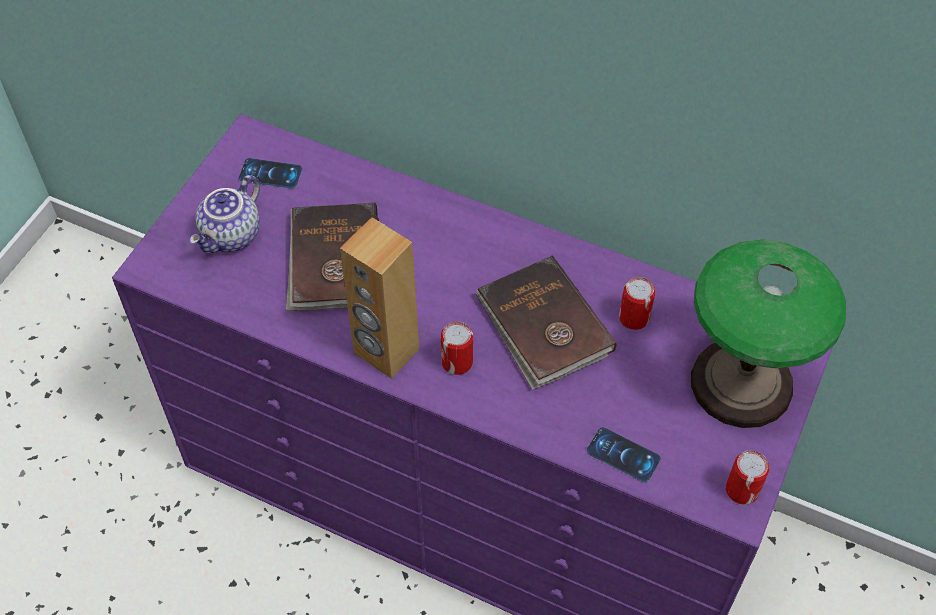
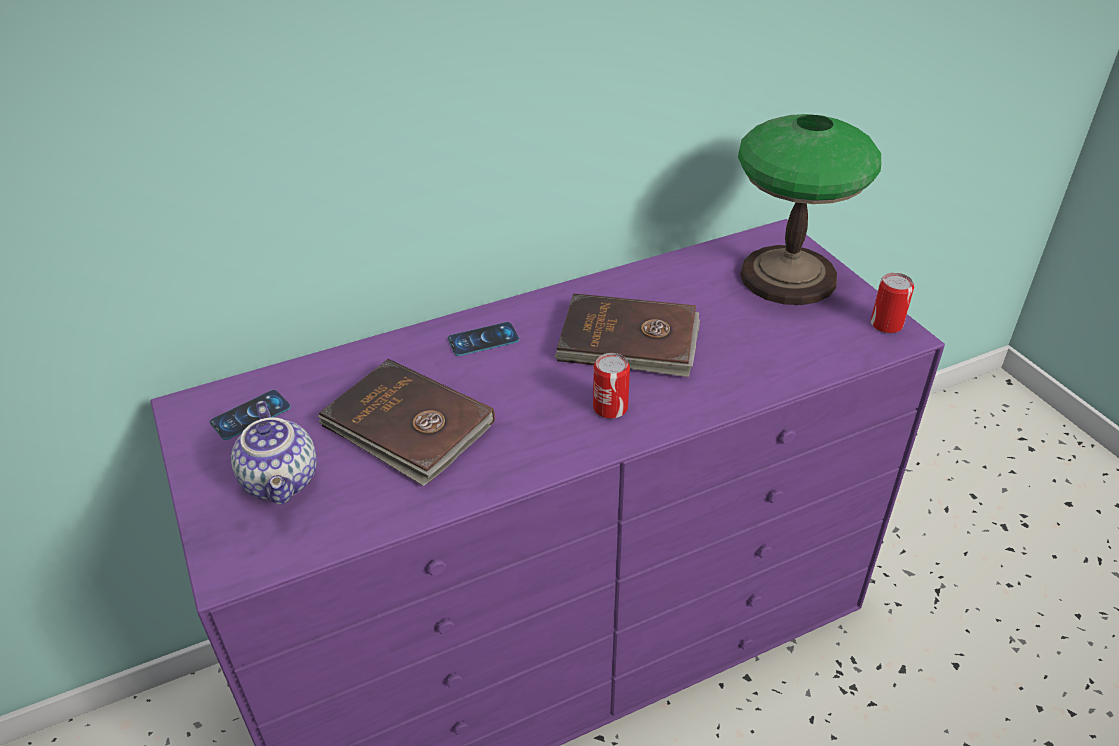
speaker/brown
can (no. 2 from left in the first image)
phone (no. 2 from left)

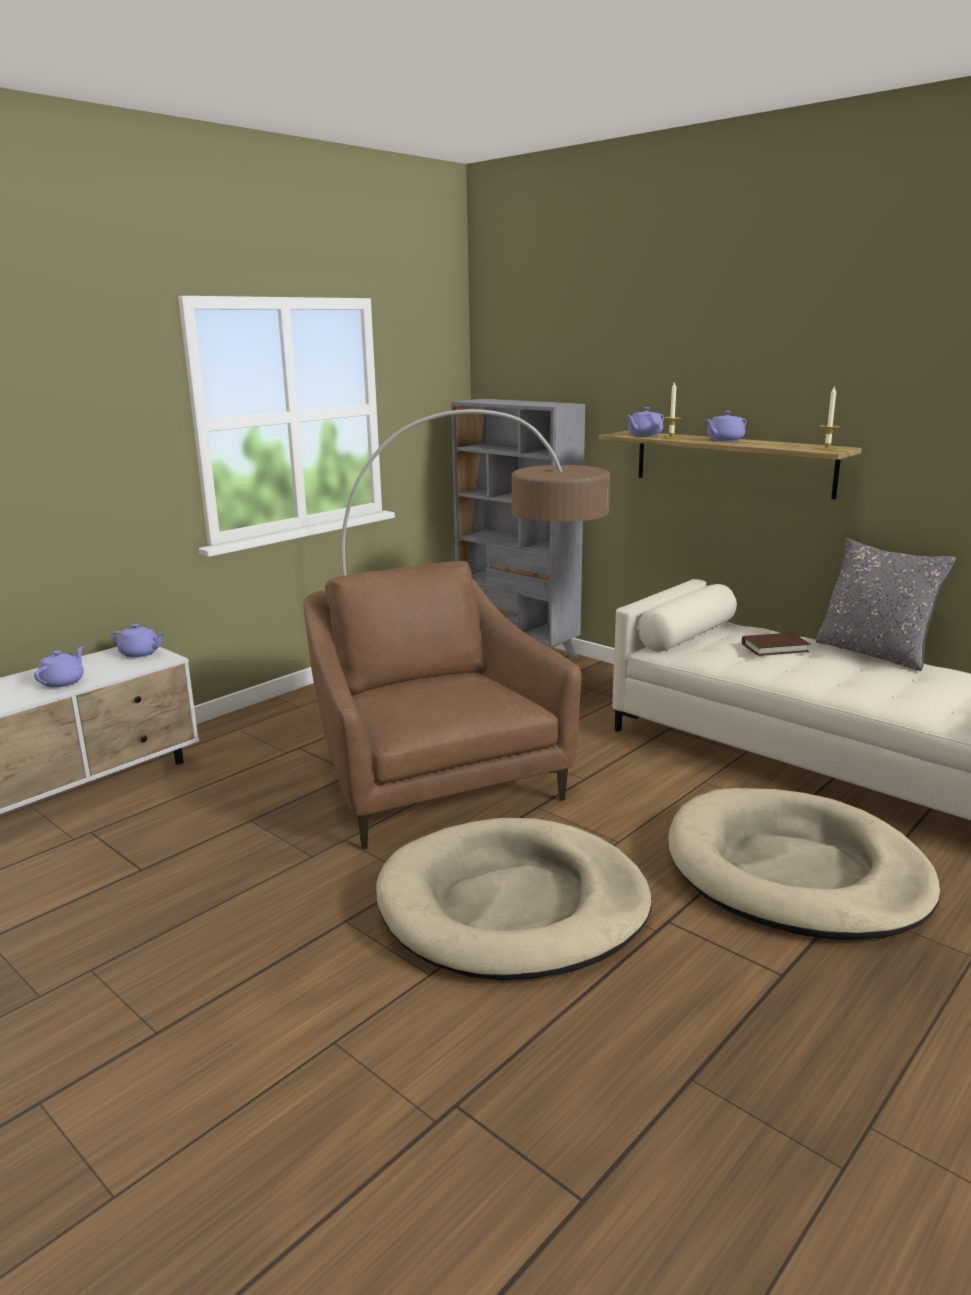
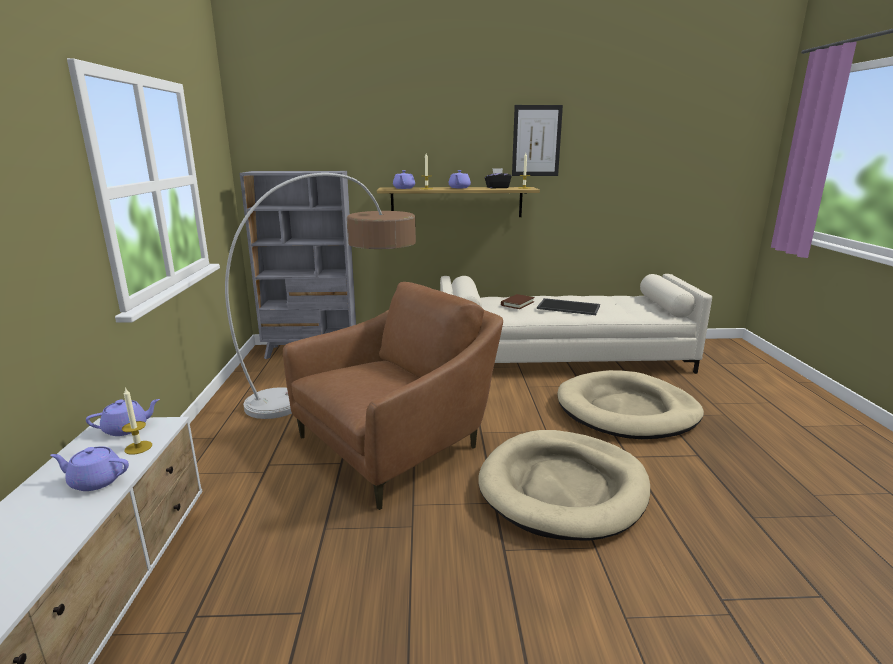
pillow/grey
candle (no. 1 from left)
tissue box/black
picture
tray
teapot/purple (no. 1 from left)
armchair/brown

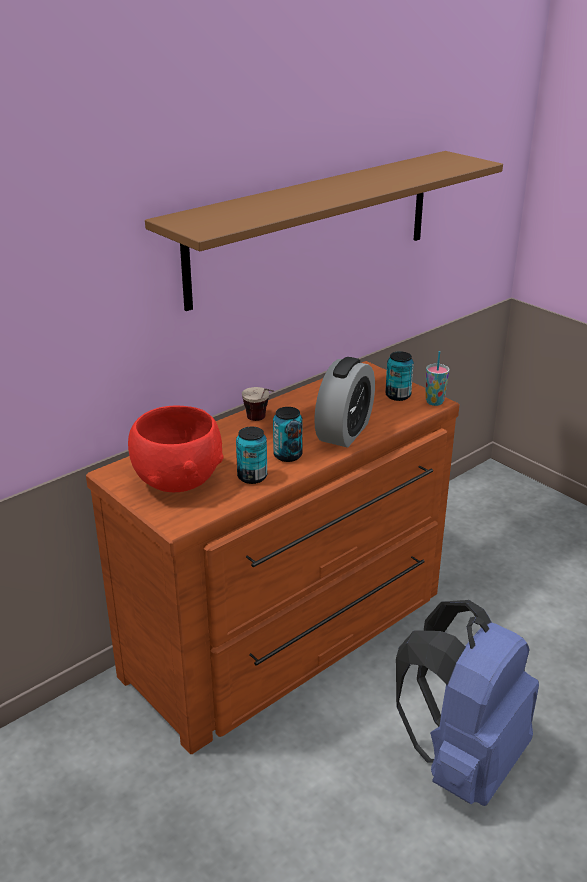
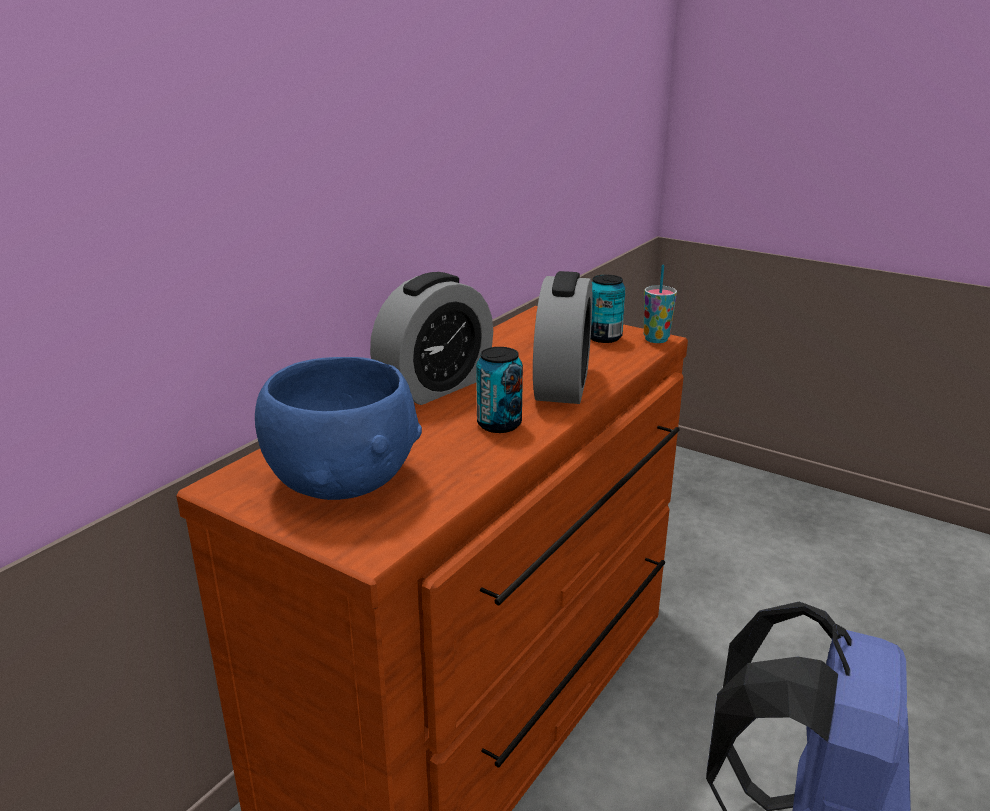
shelf/brown
can (no. 1 from left in the first image)
alarm clock (no. 1 from left)
bowl/blue

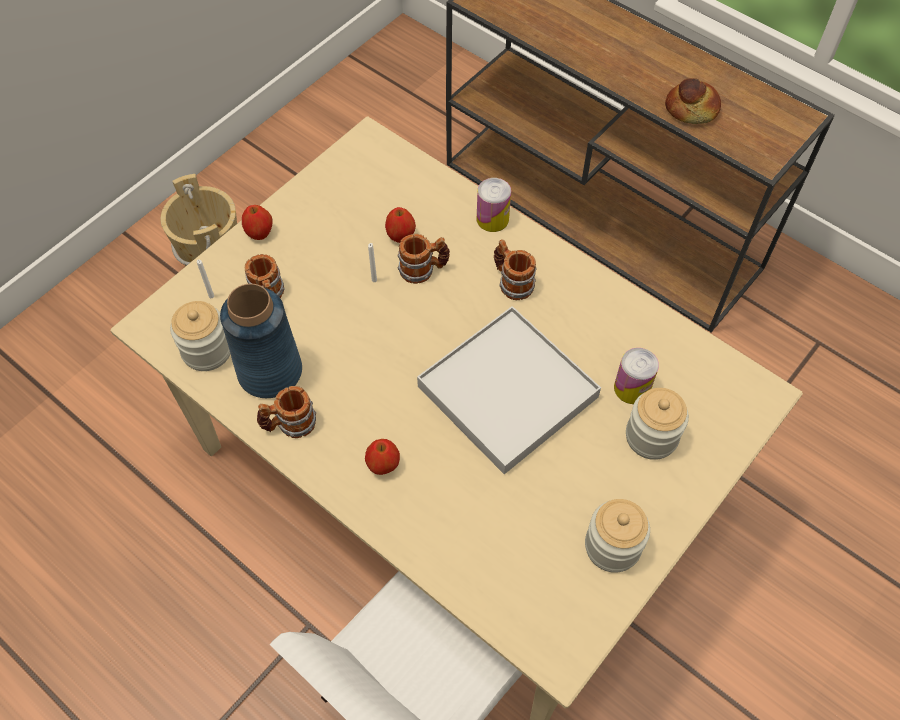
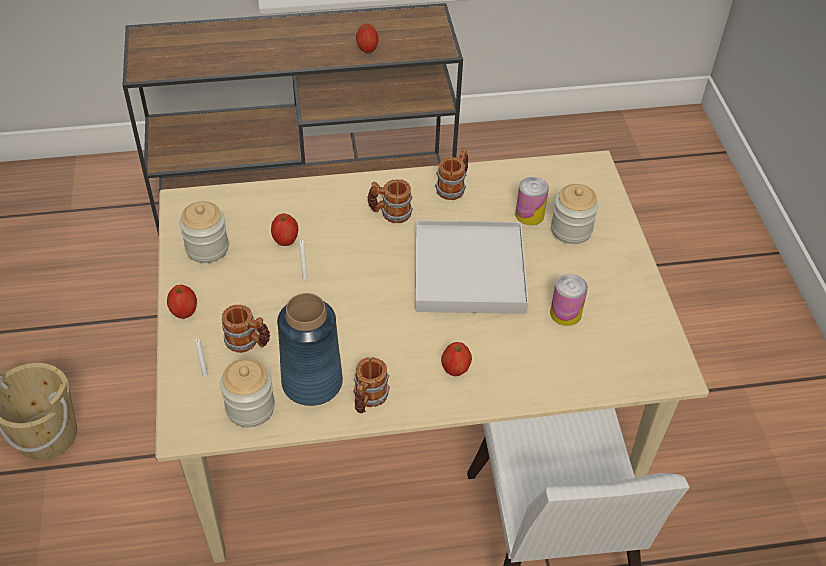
mug (no. 4 from left)
can (no. 2 from left)
jar (no. 1 from left)
apple (no. 3 from left)

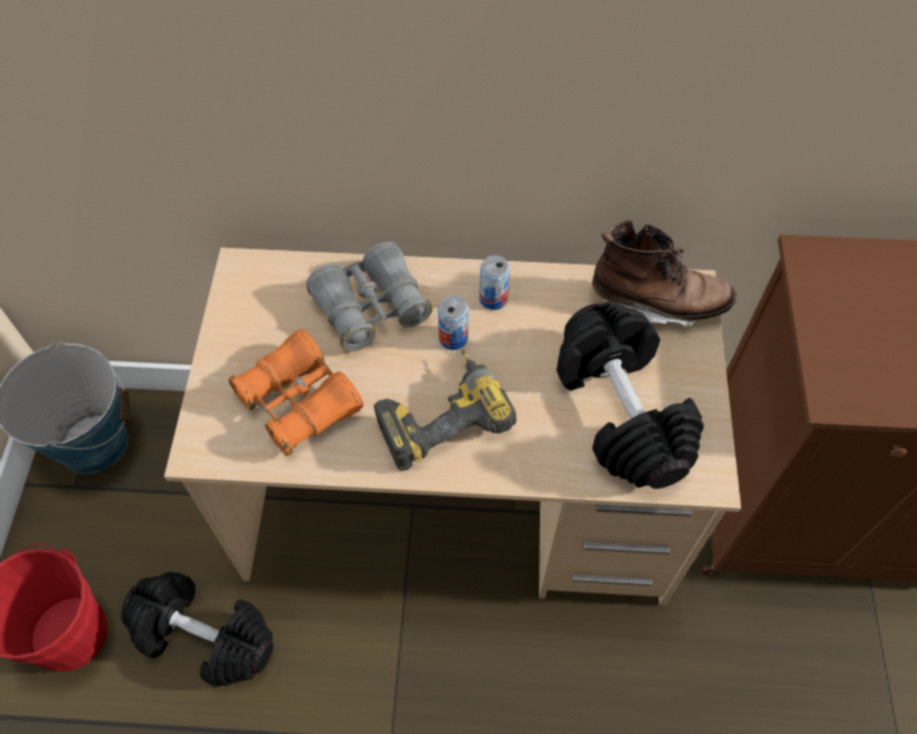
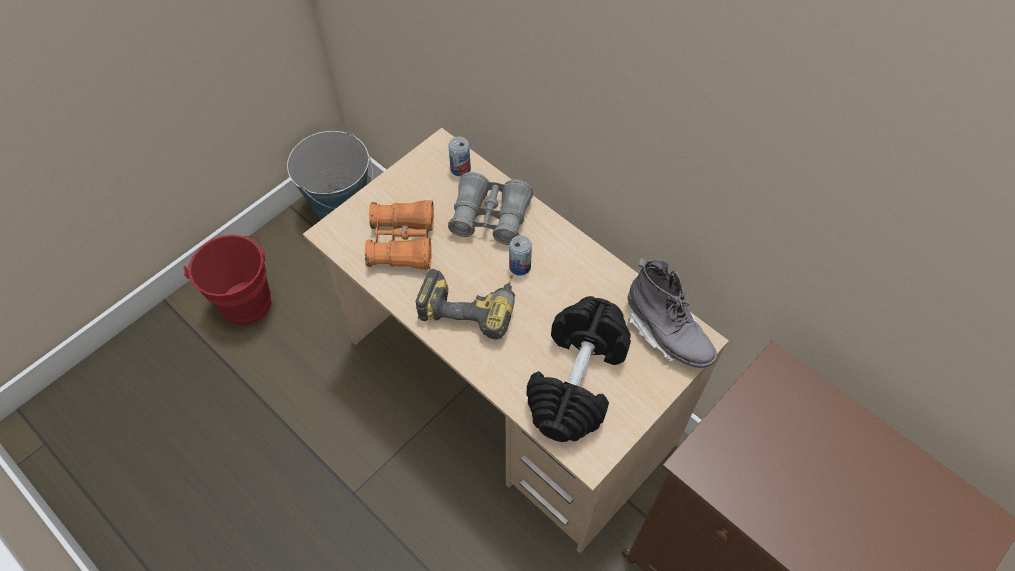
dumbbell/black (no. 1 from left in the first image)
can (no. 1 from left)
boot/grey

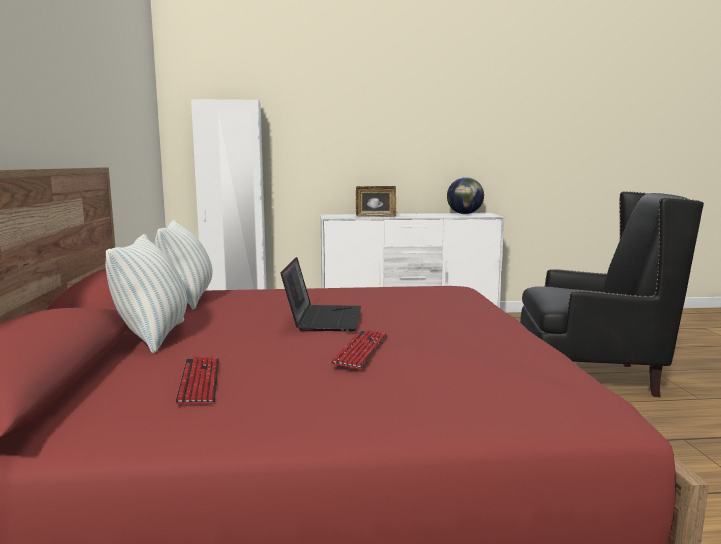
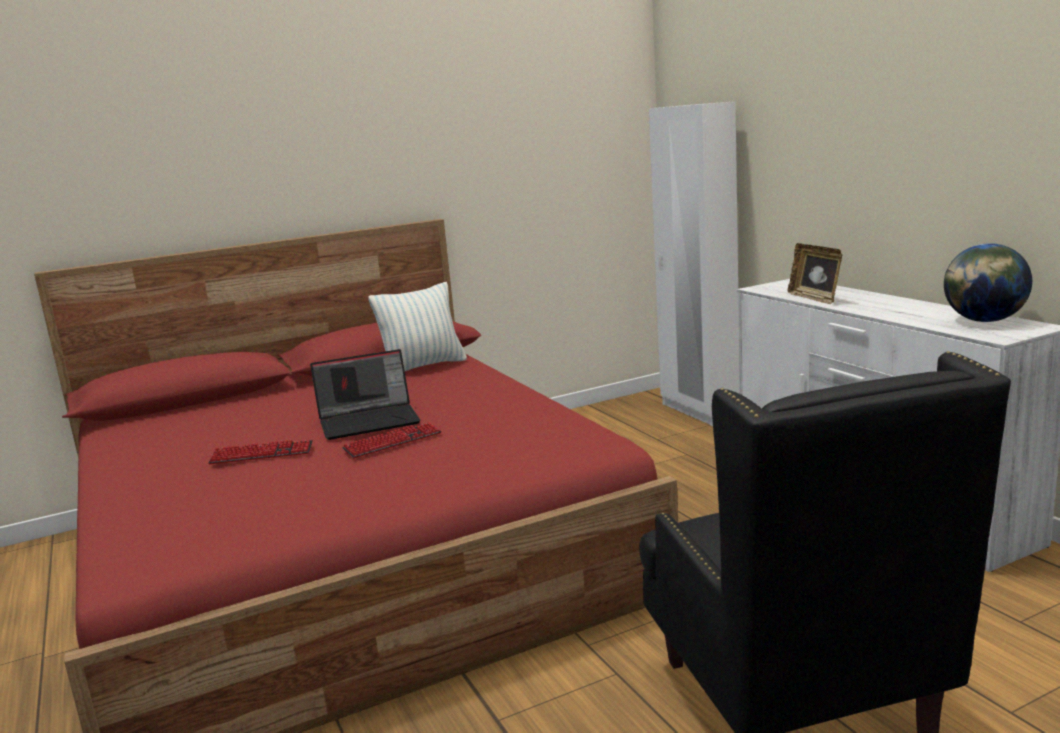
pillow (no. 1 from left in the first image)
keyboard (no. 2 from left)

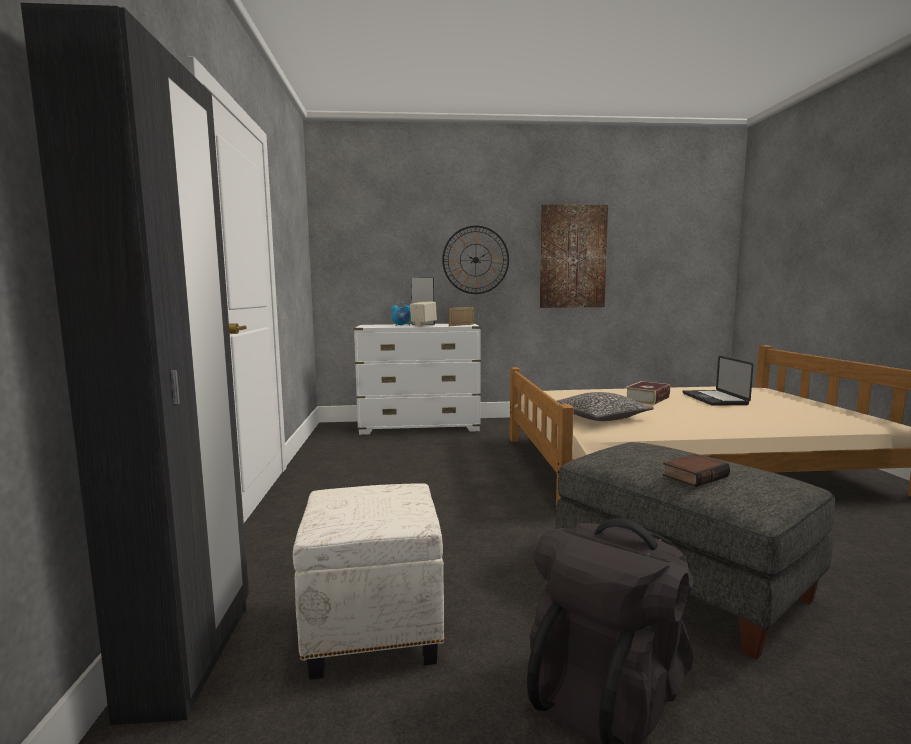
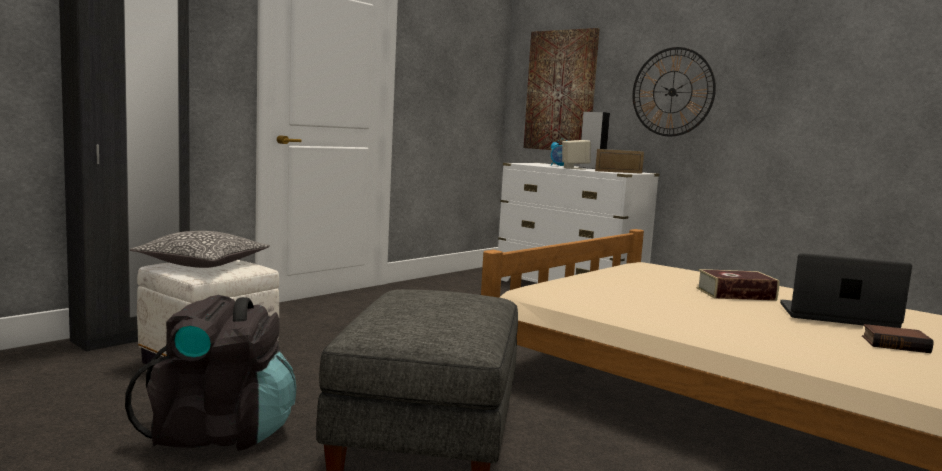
picture
pillow
book (no. 2 from left)
laptop

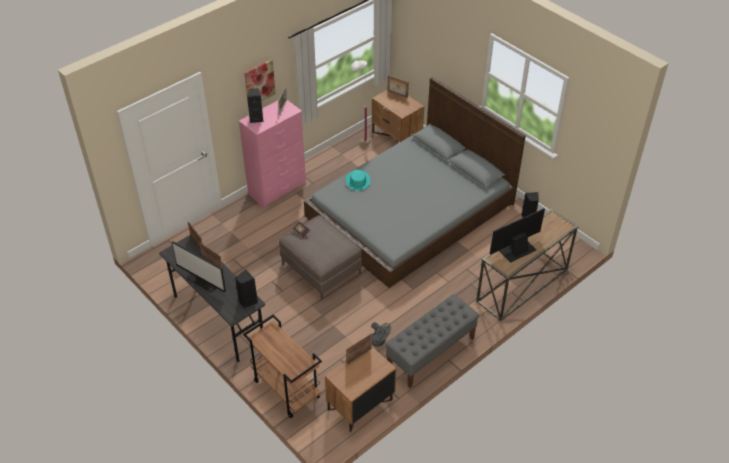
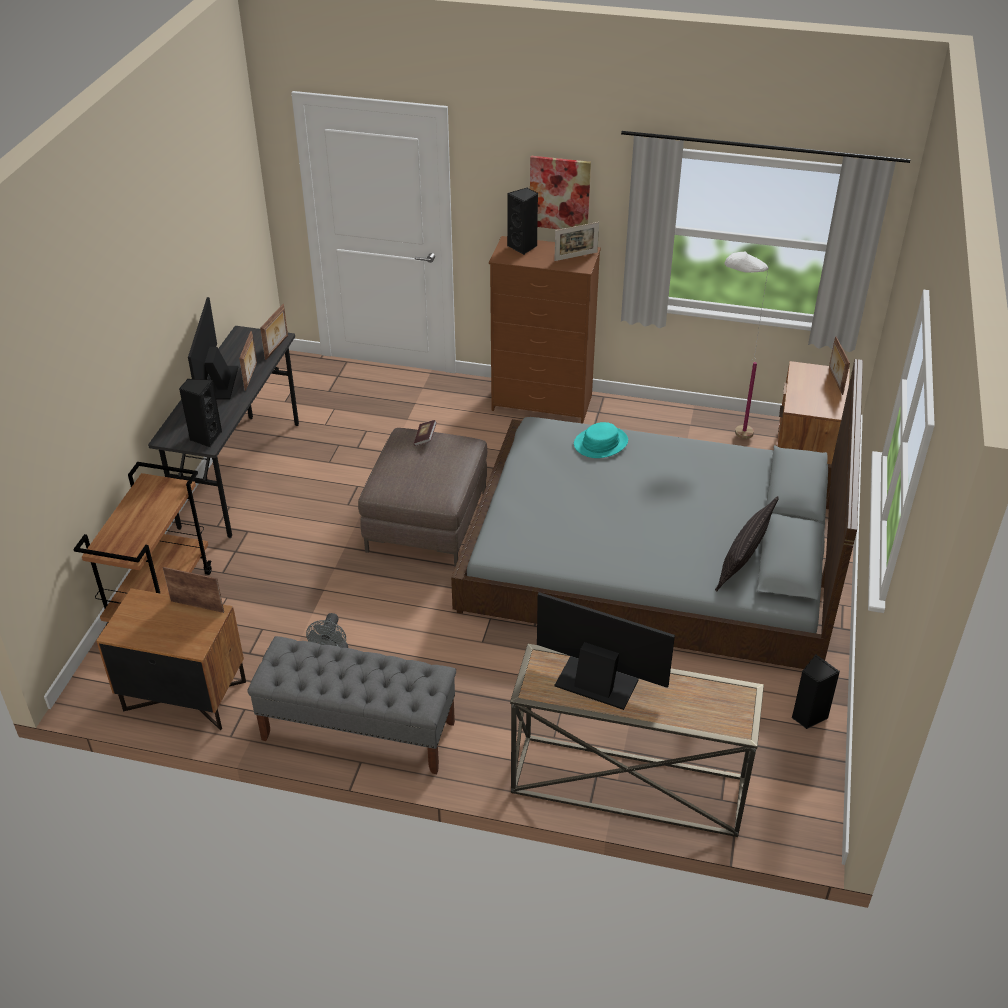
pillow
dresser/brown

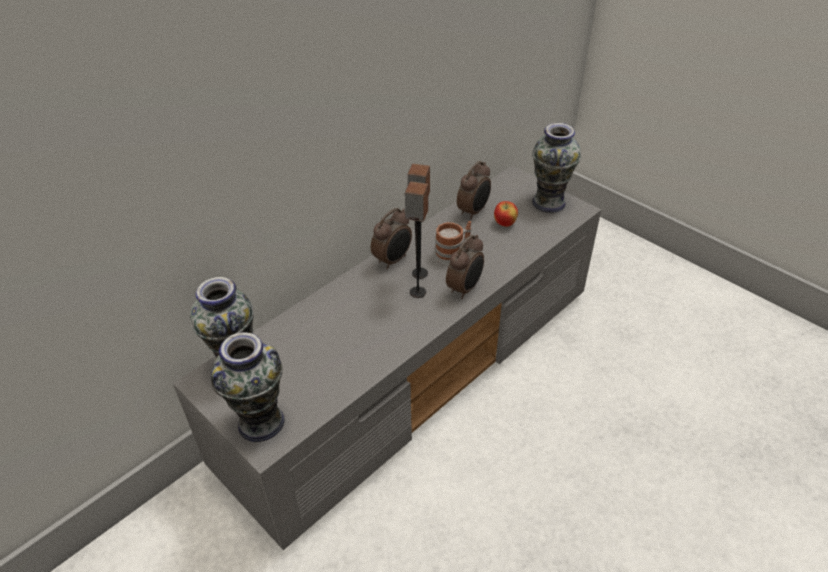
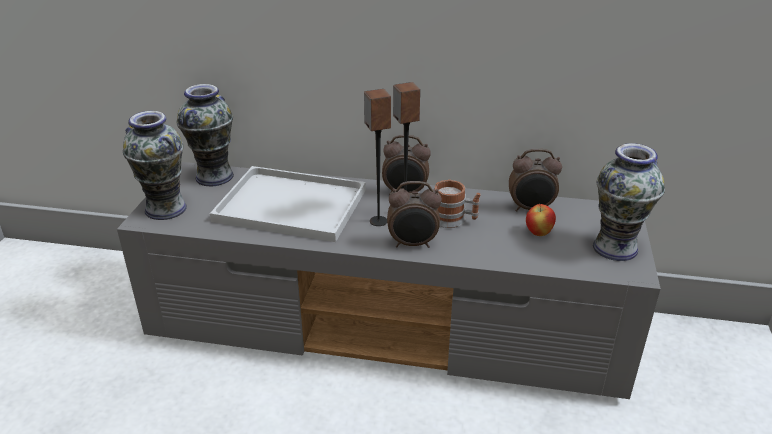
tray/white

